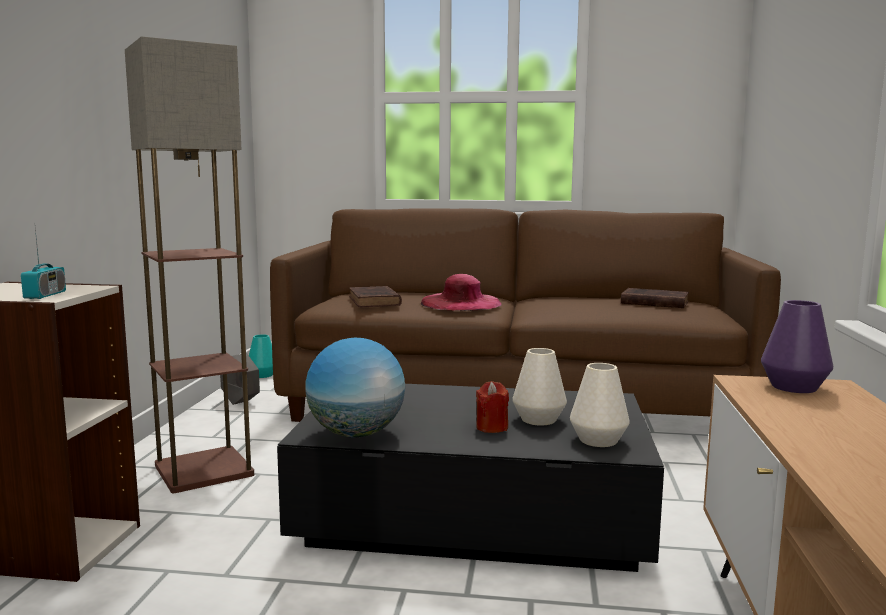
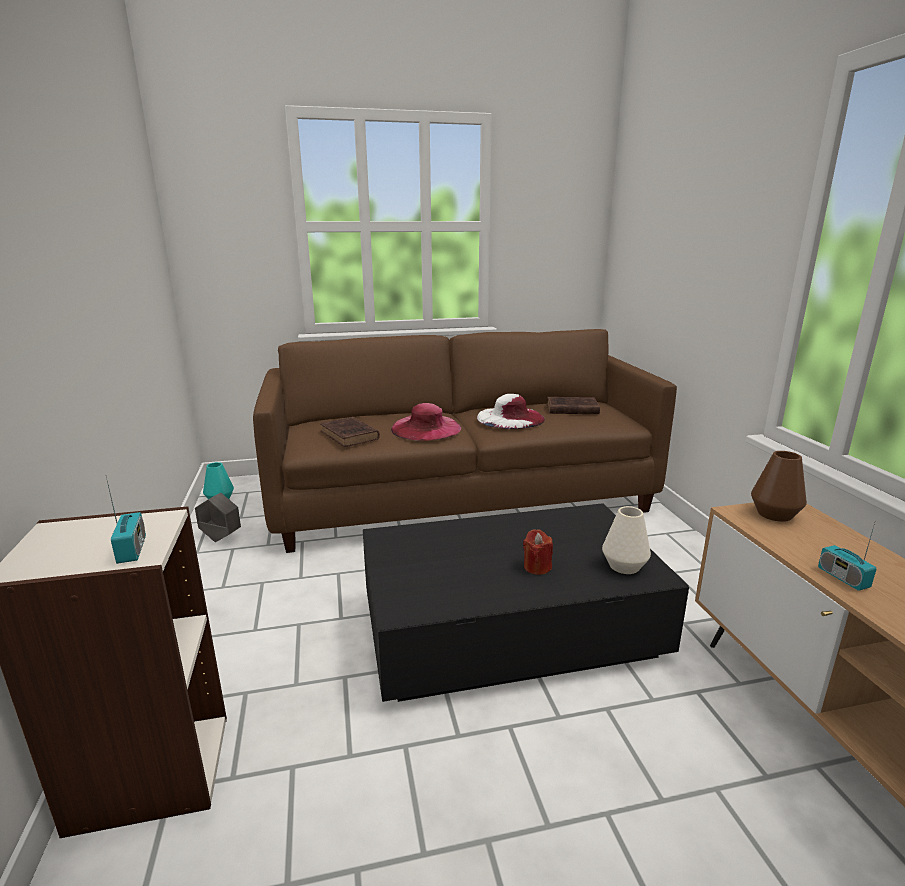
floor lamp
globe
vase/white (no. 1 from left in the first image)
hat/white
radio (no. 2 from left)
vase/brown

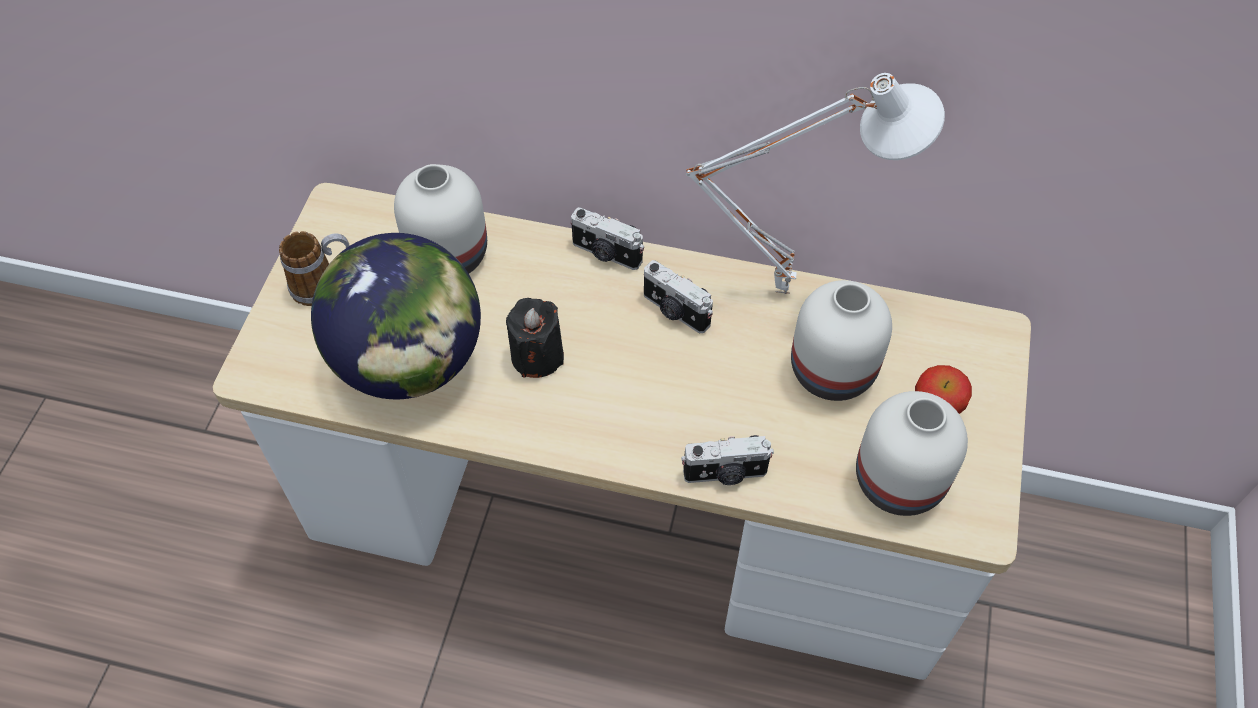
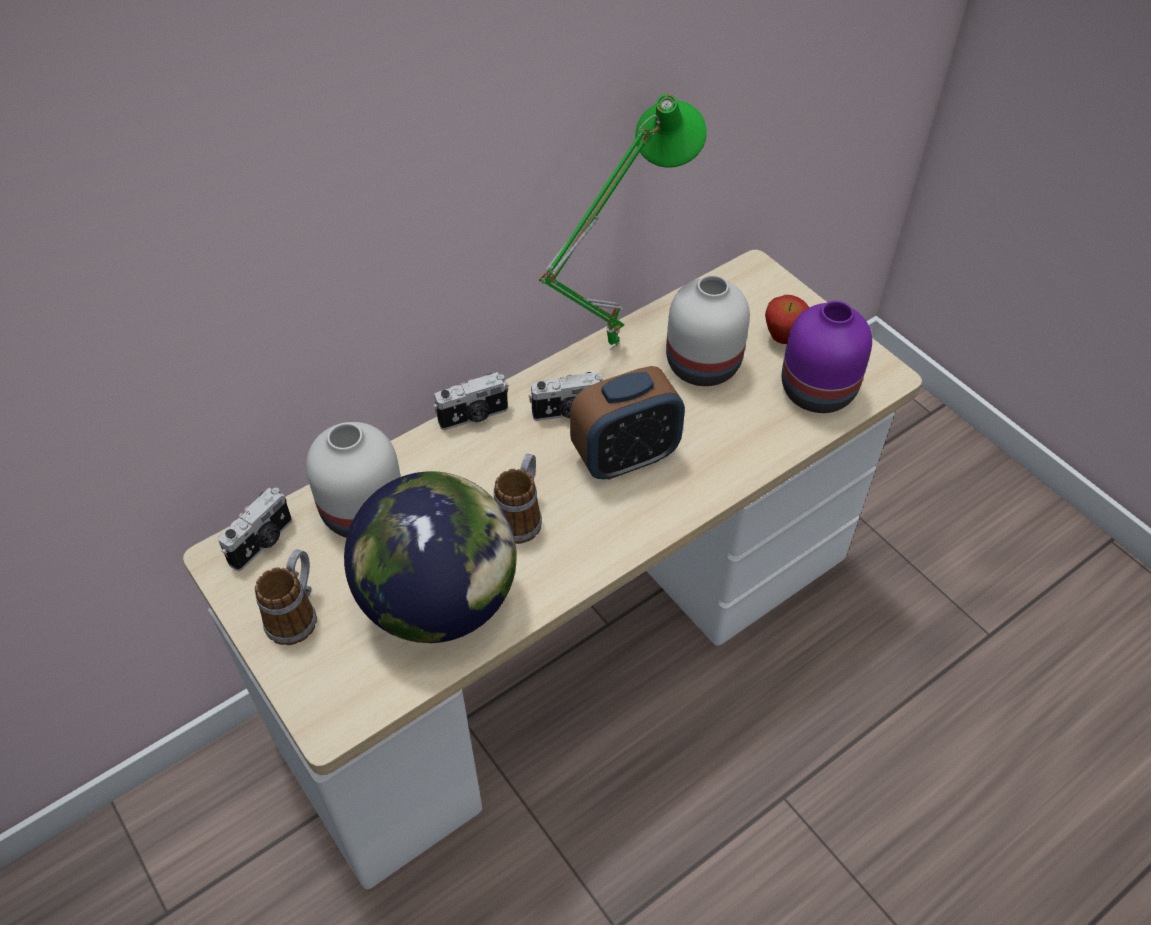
alarm clock
photo camera (no. 1 from left)
mug (no. 2 from left)
table lamp/green
vase/purple

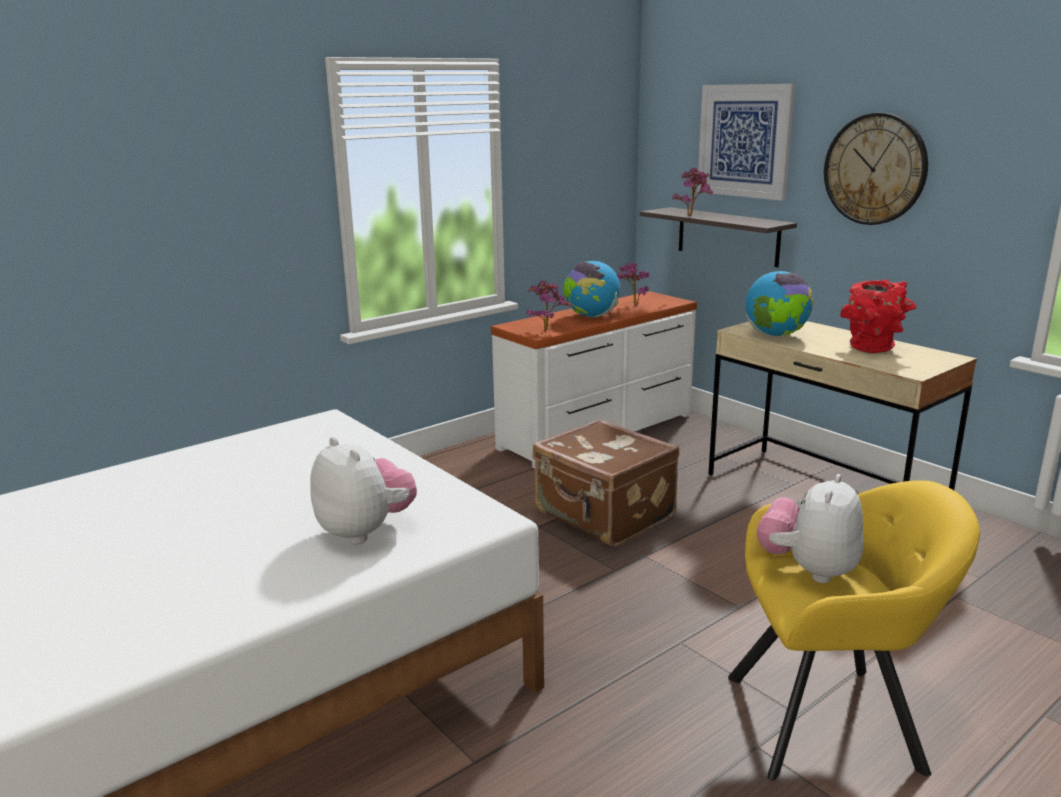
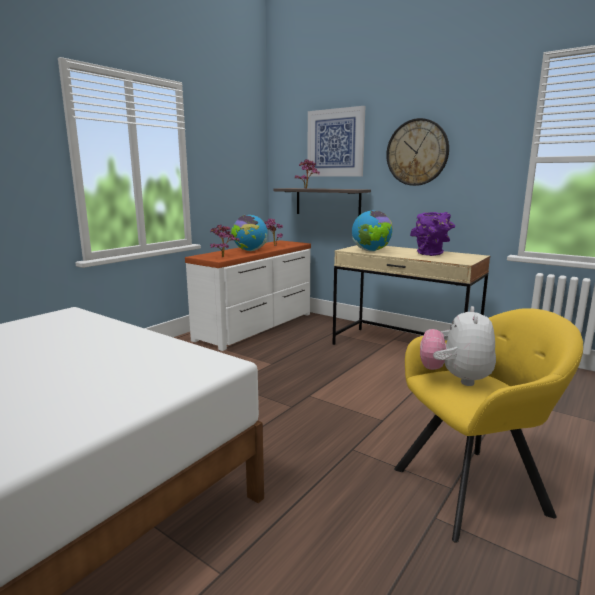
plush toy (no. 1 from left in the first image)
suitcase/brown
vase/purple

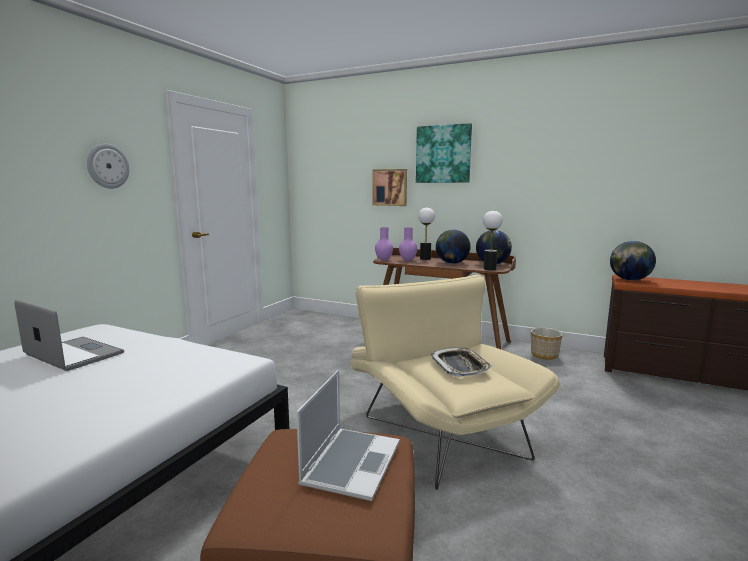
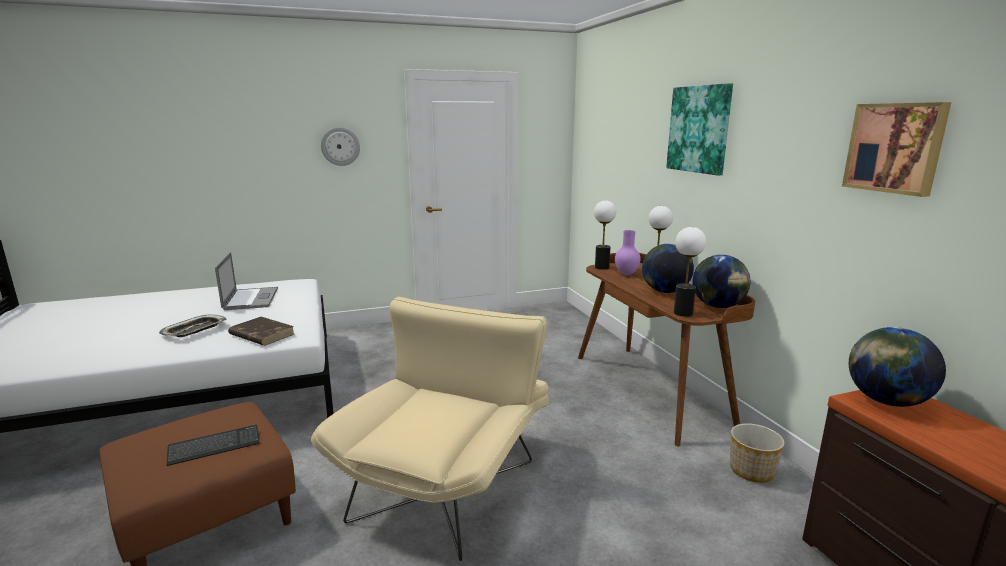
book/brown
picture (no. 2 from left)
tray
keyboard
table lamp (no. 1 from left)

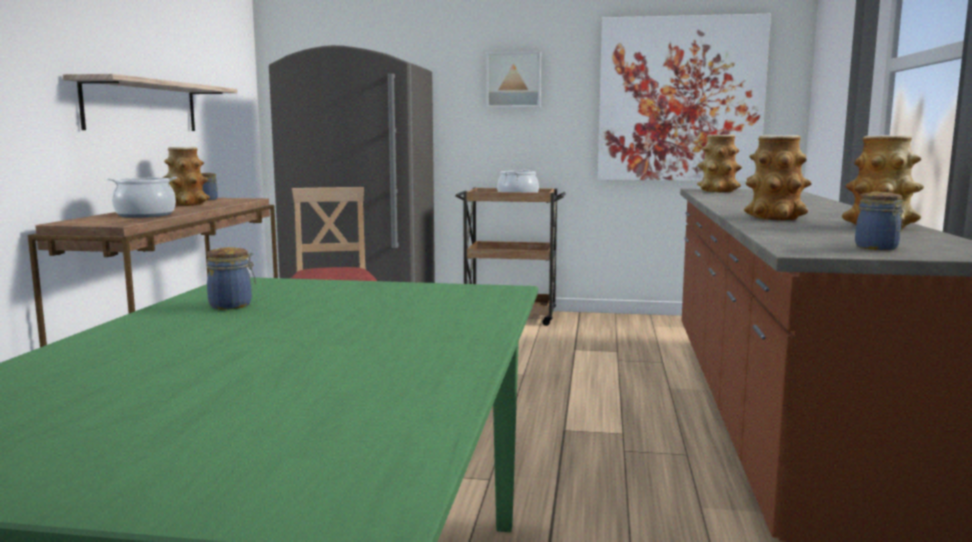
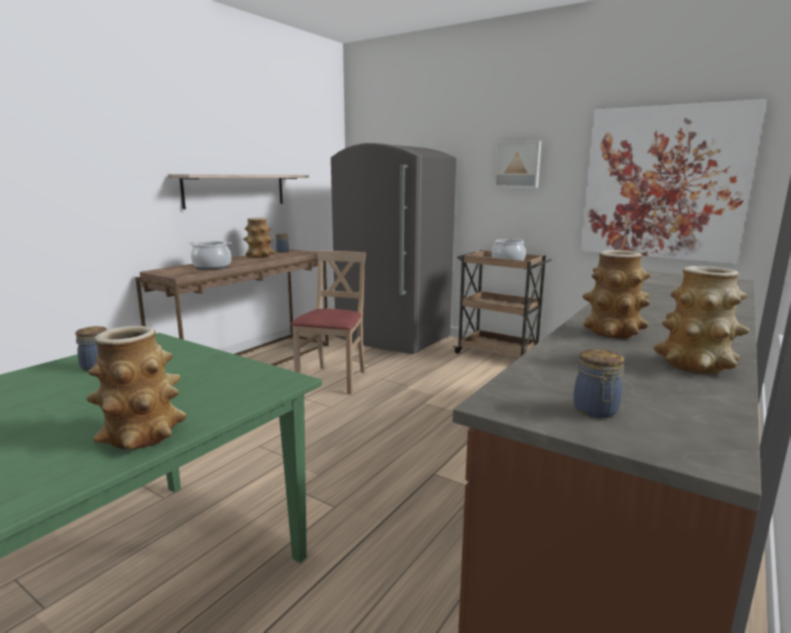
vase (no. 1 from left)

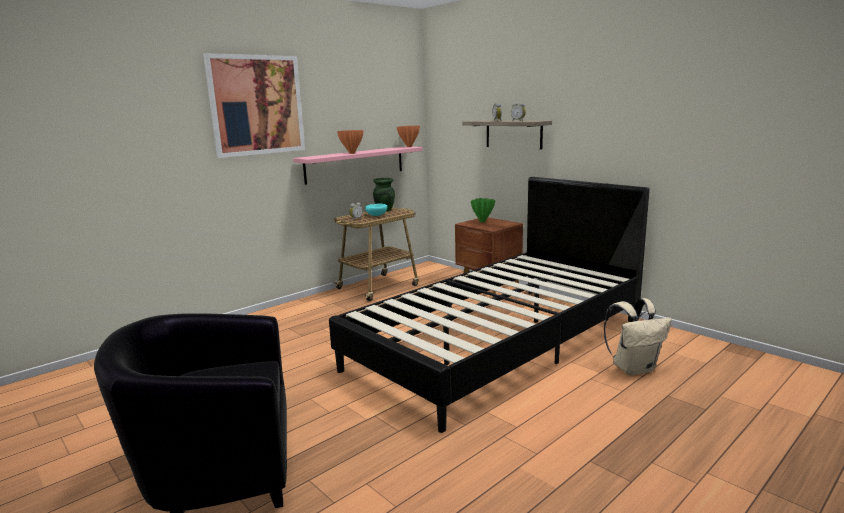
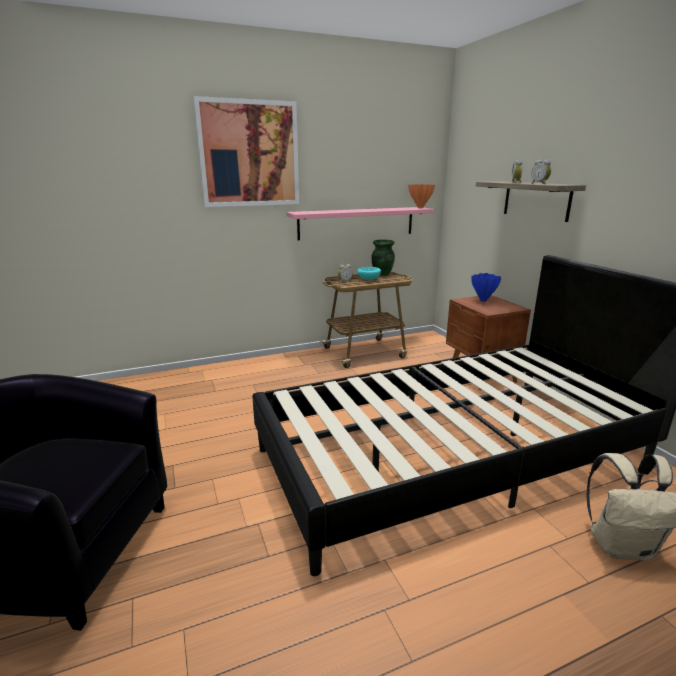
vase/orange (no. 1 from left in the first image)
vase/blue

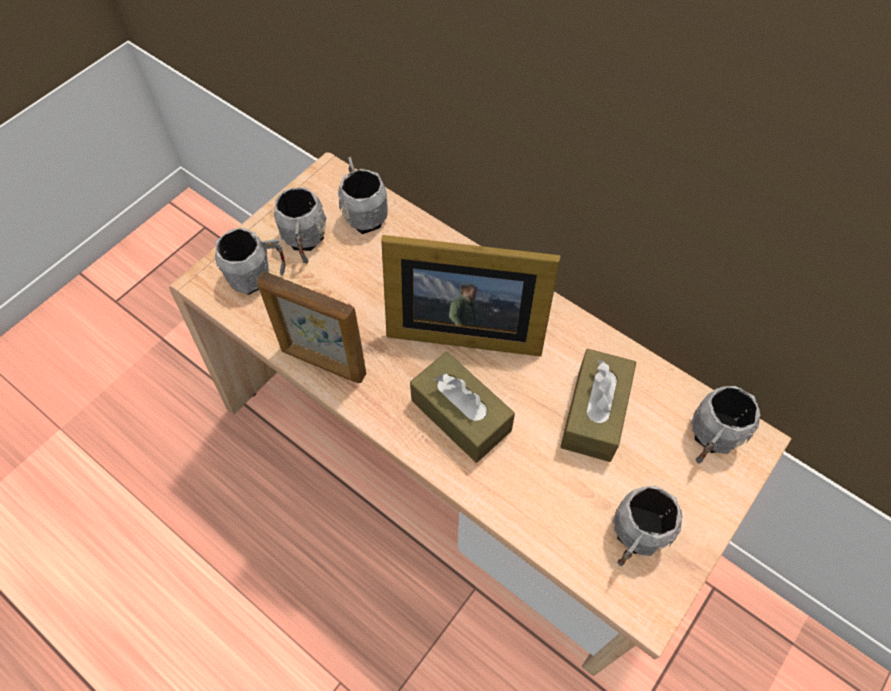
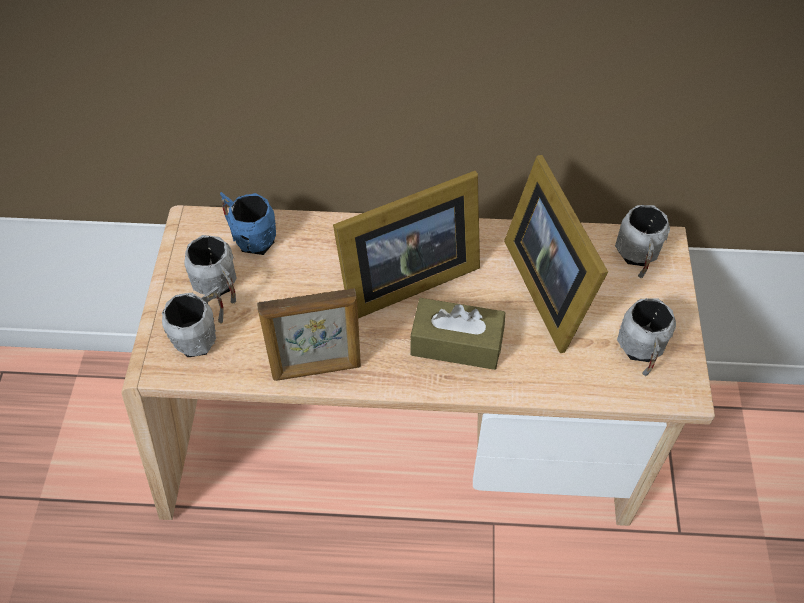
picture frame (no. 3 from left)
mug/blue

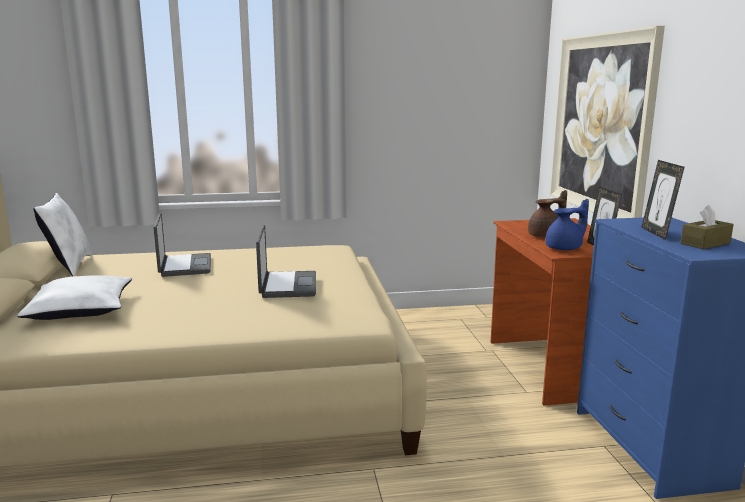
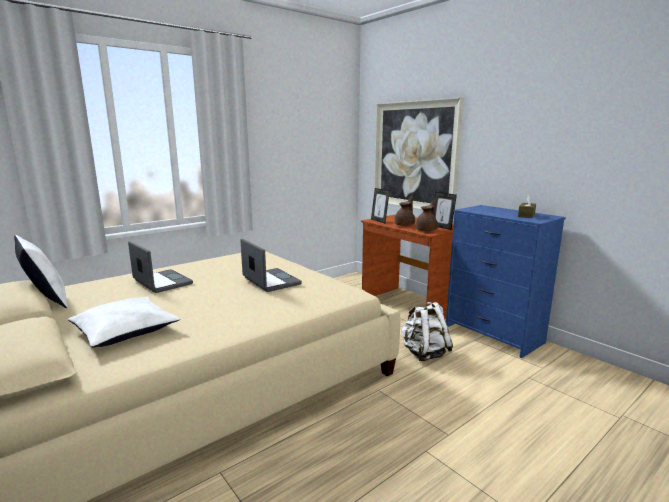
backpack/white
picture frame (no. 1 from left)
teapot/brown (no. 2 from left)

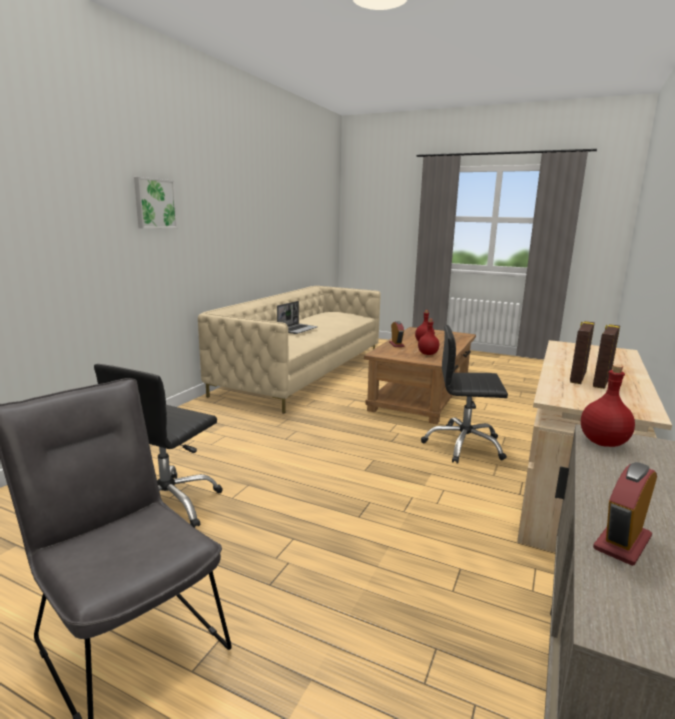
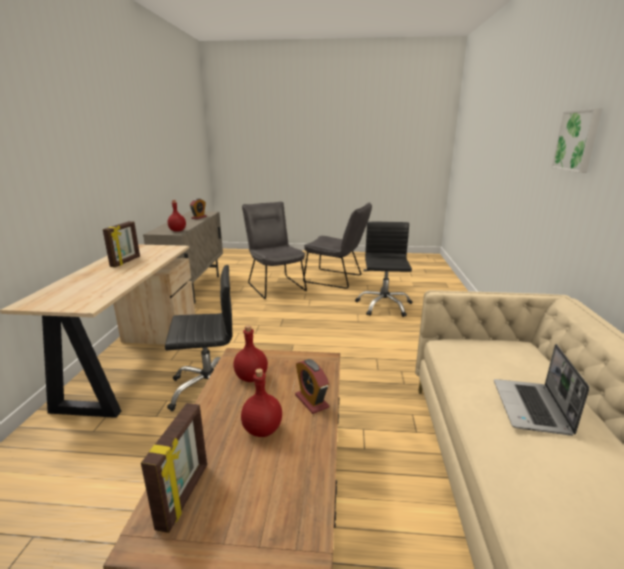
chair/grey (no. 1 from left)
picture frame (no. 2 from left)

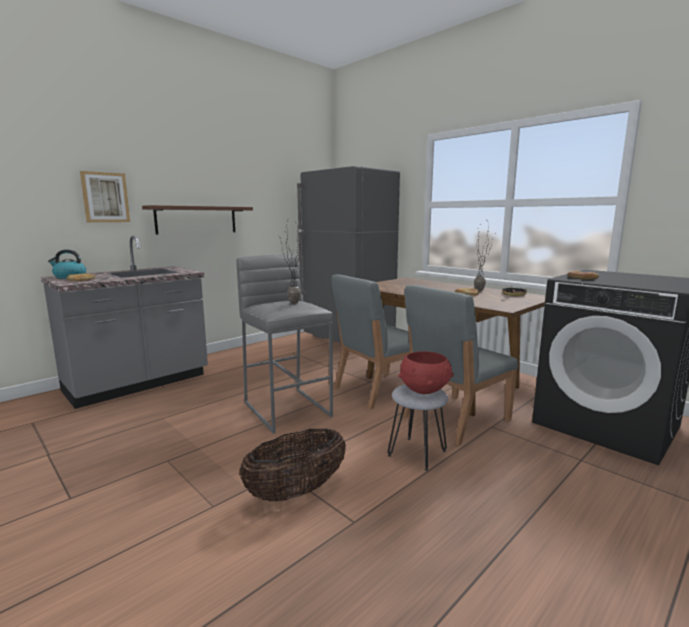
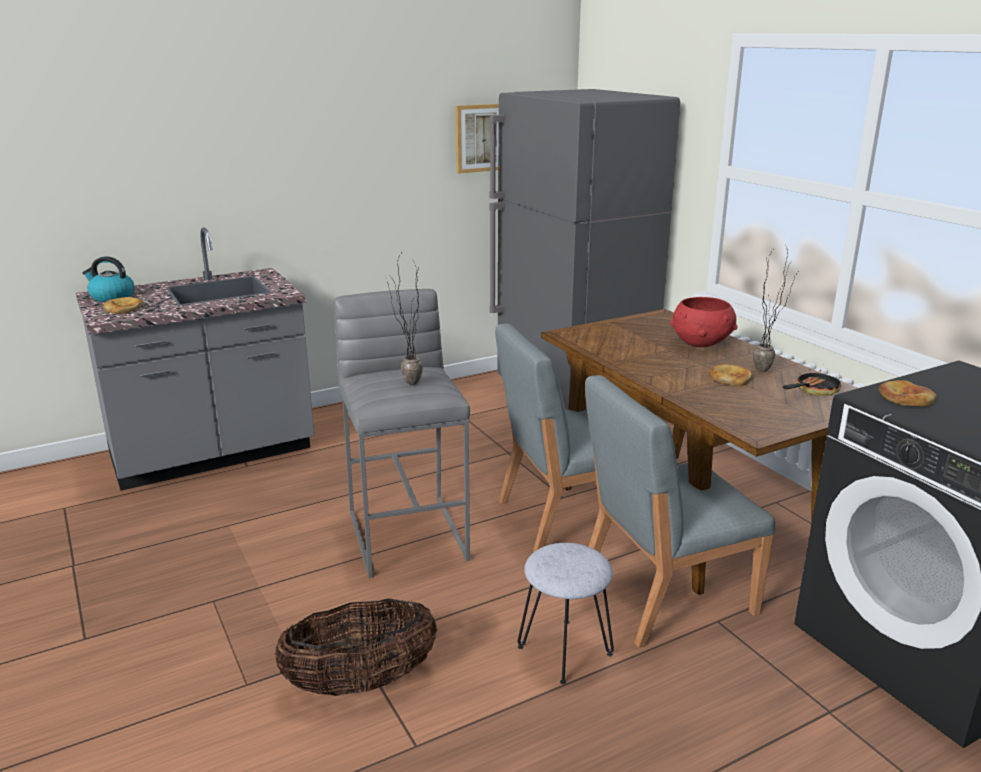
shelf/brown
picture
bowl/red

